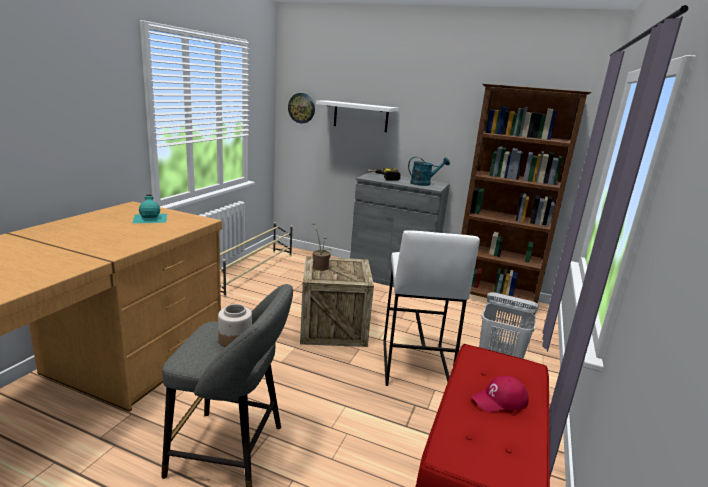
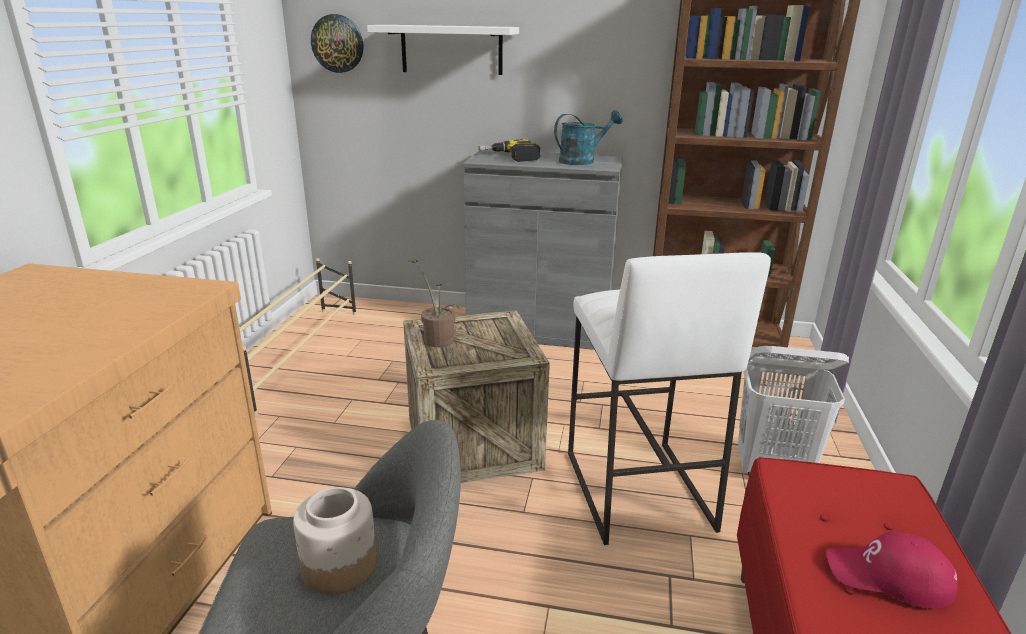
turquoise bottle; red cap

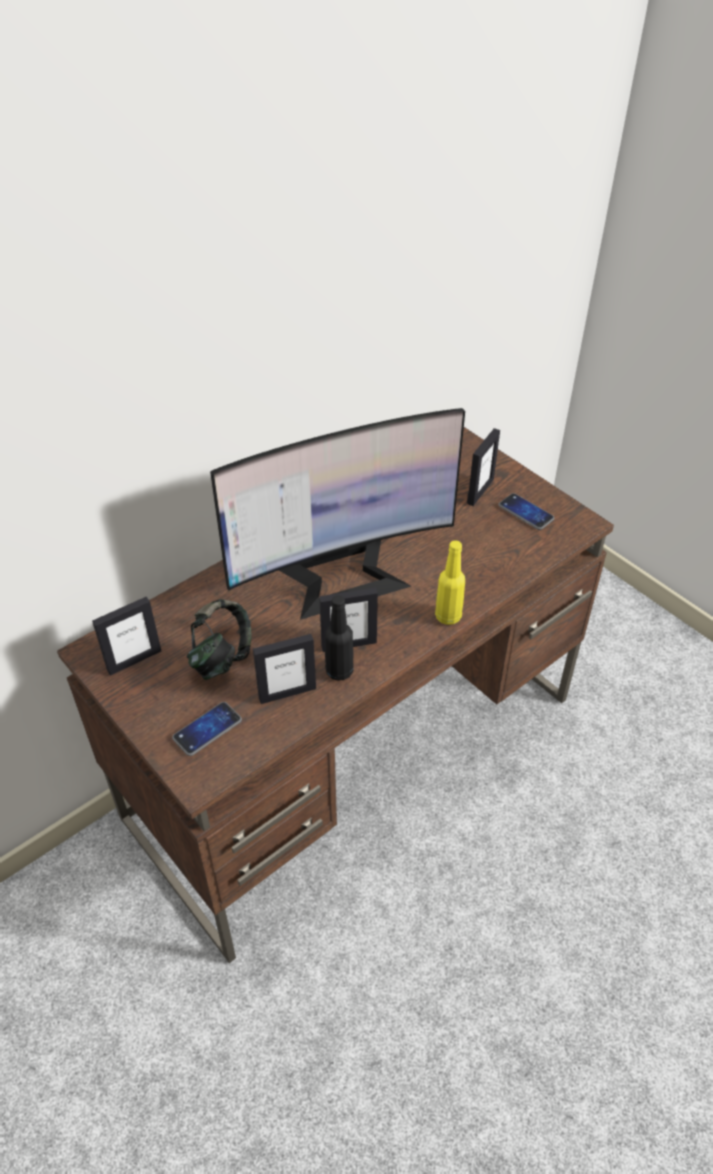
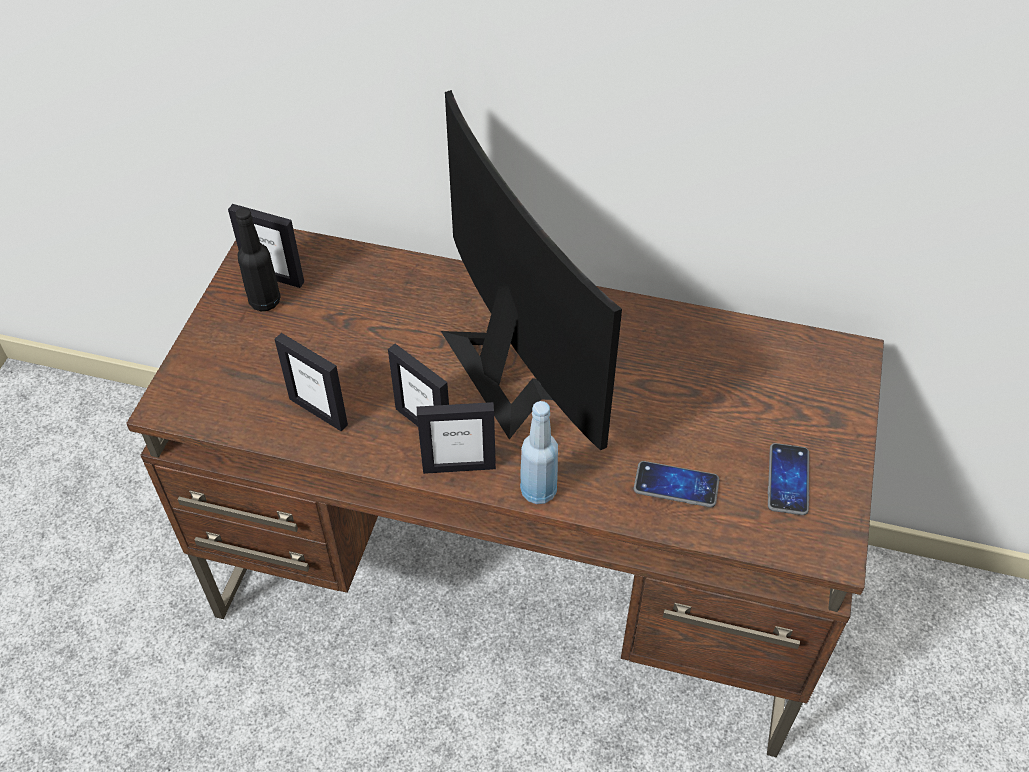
phone (no. 1 from left); headphones; monitor; black bottle; blue bottle; picture frame (no. 4 from left)

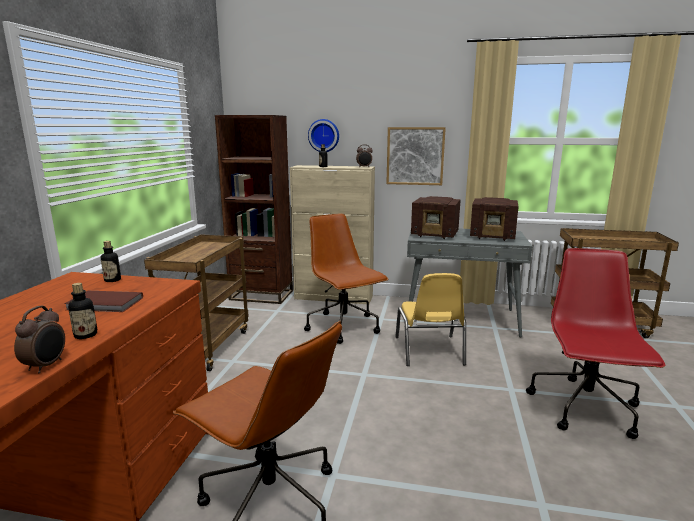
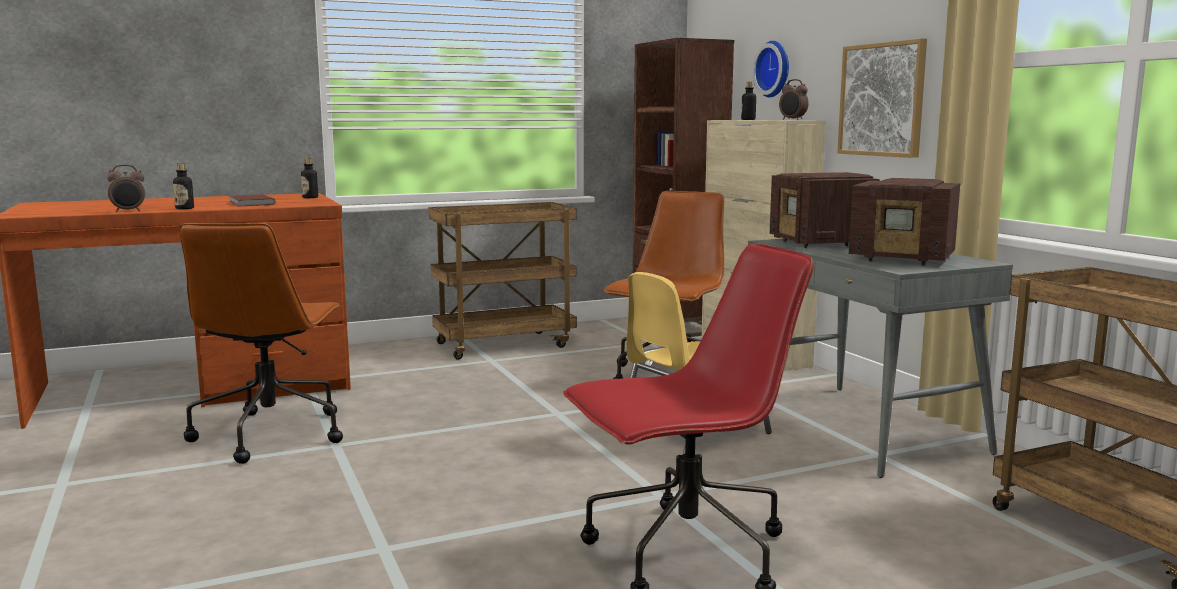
radio (no. 2 from left)

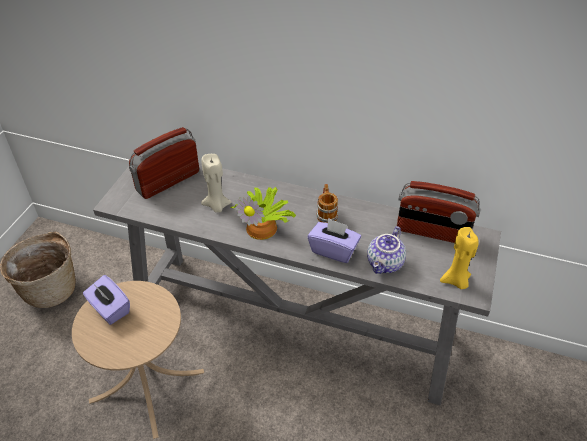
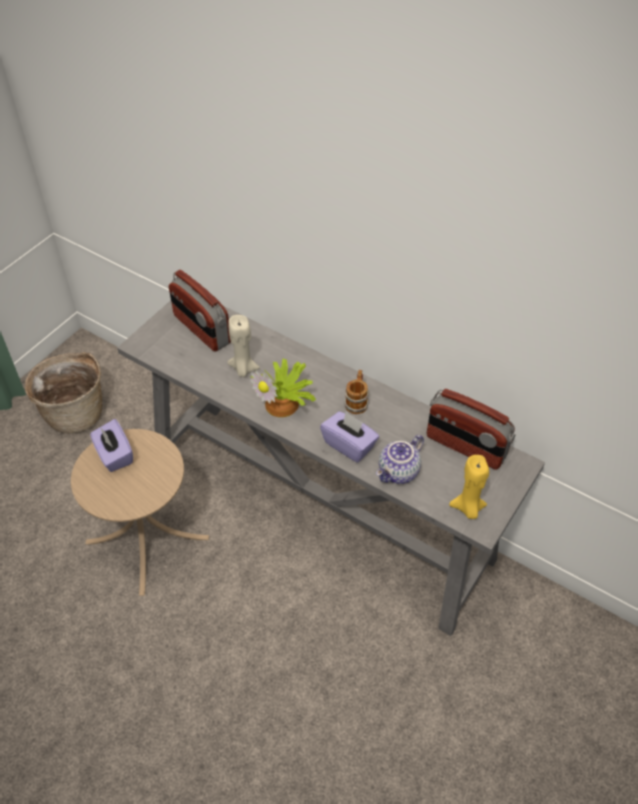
radio (no. 1 from left)

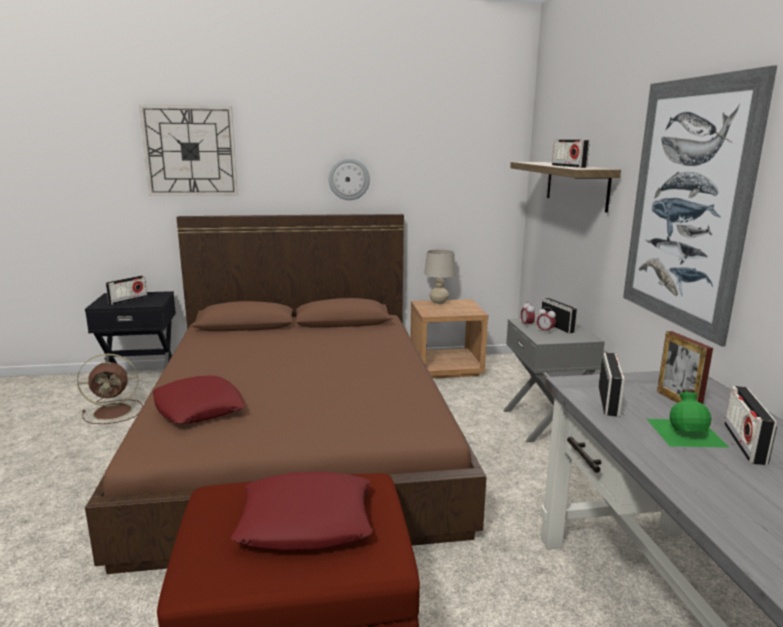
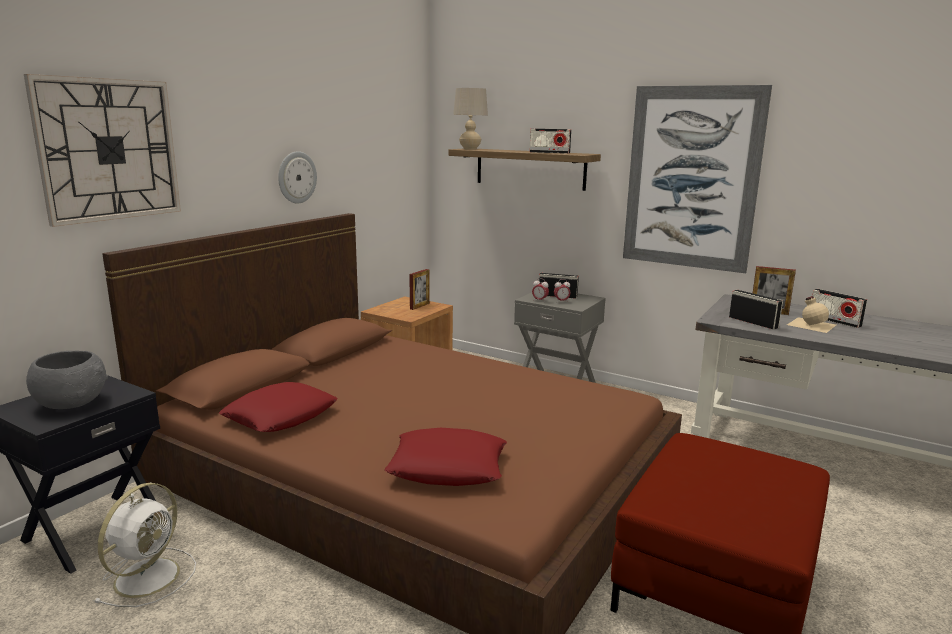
white fan; grey bowl; red pillow (no. 1 from left); beige table lamp; beige bottle; picture frame (no. 1 from left)

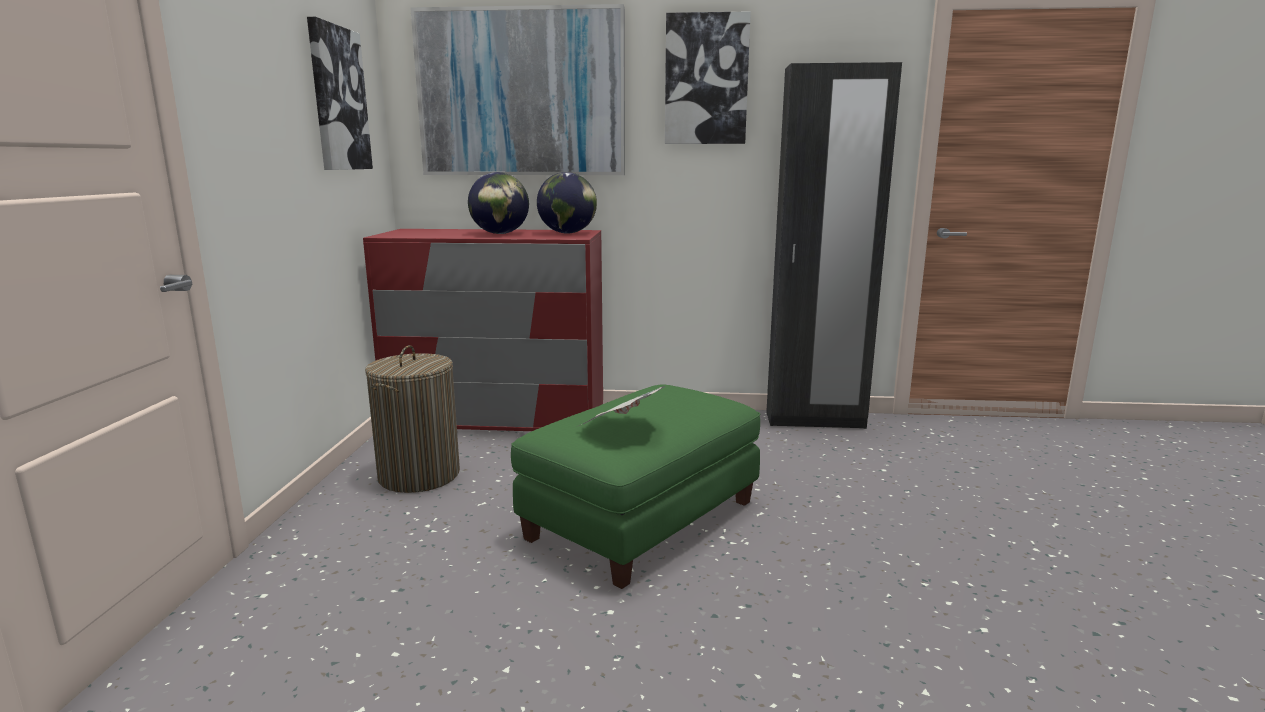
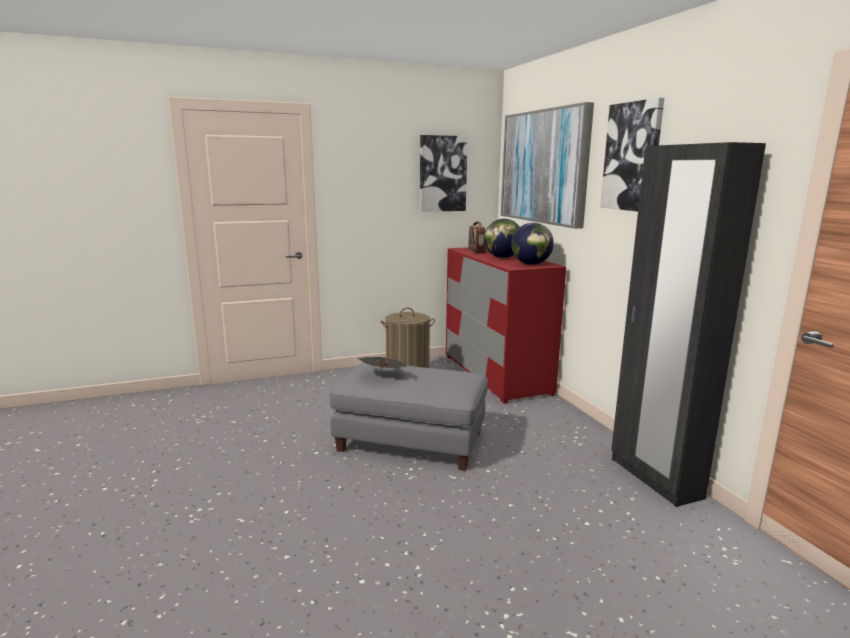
grey ottoman; radio

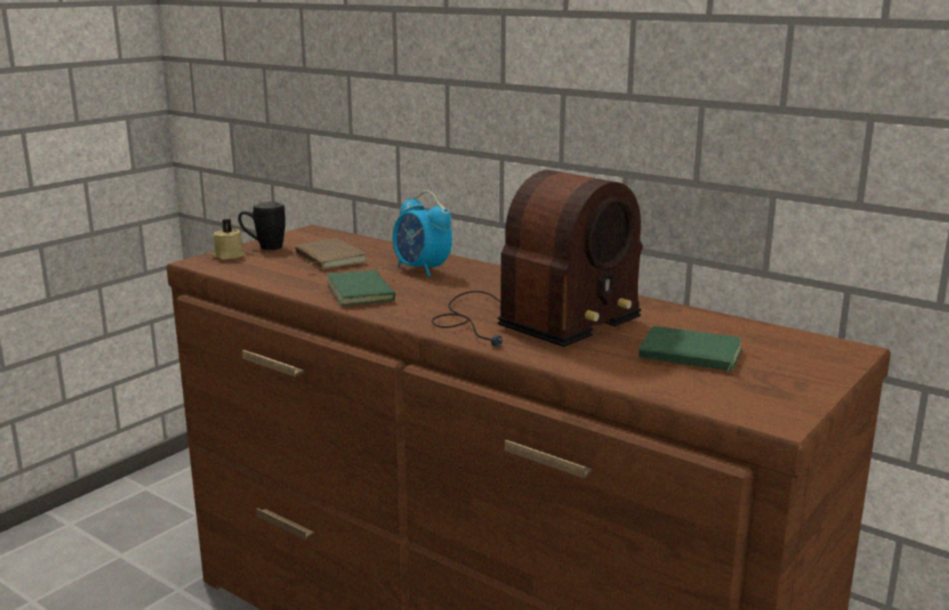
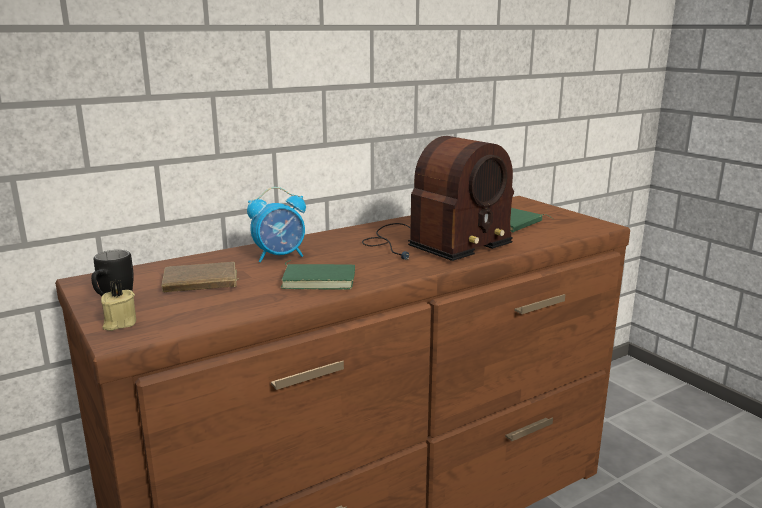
radio

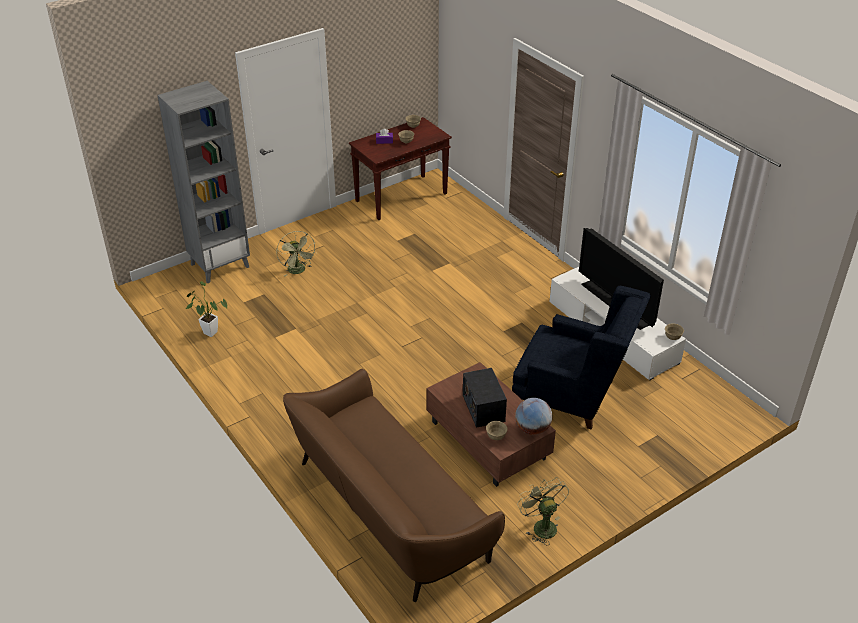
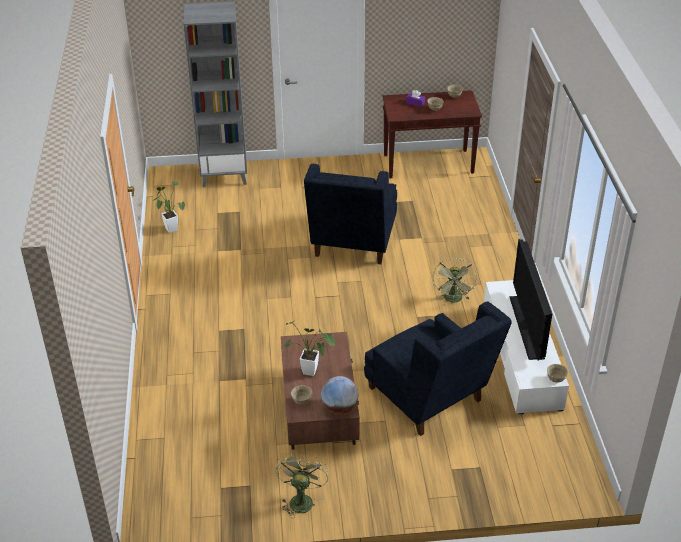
green fan (no. 2 from left); brown sofa; potted plant (no. 2 from left); blue armchair (no. 1 from left)

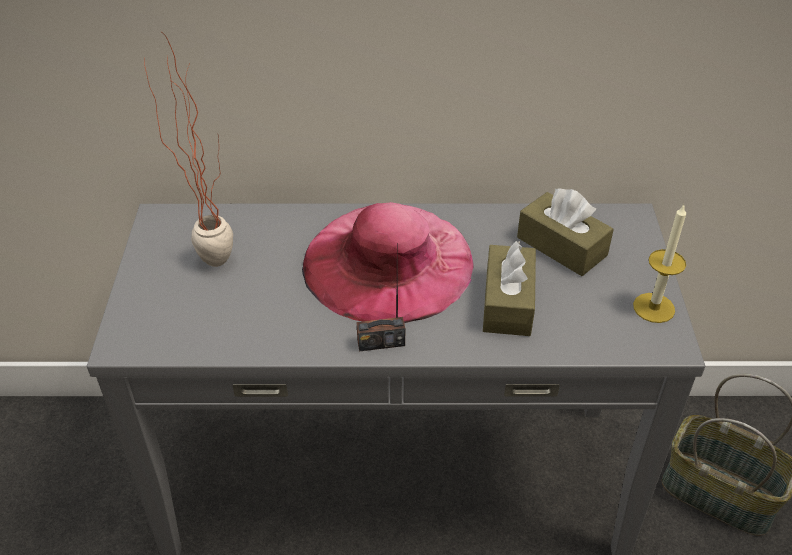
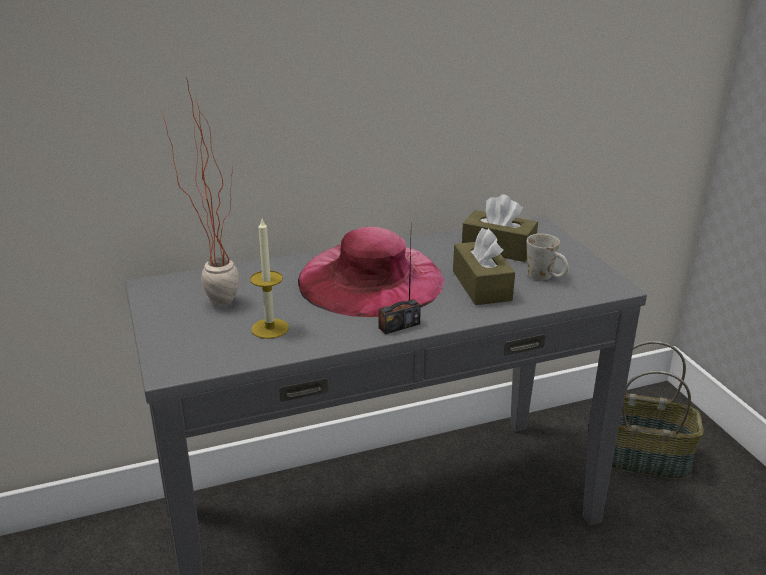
candle; white mug

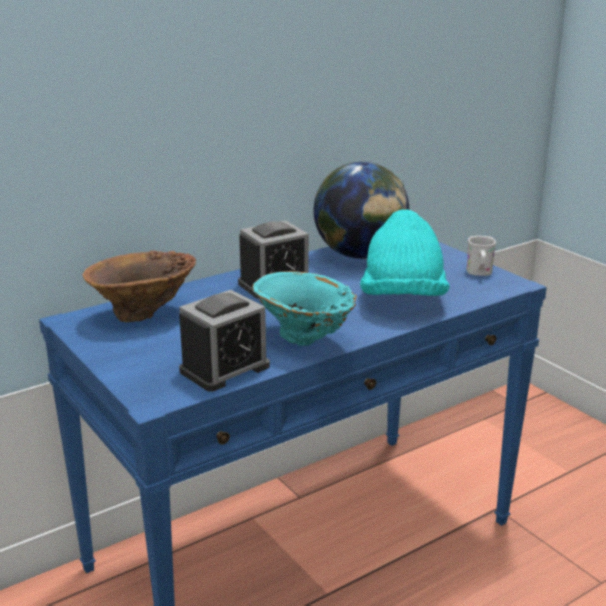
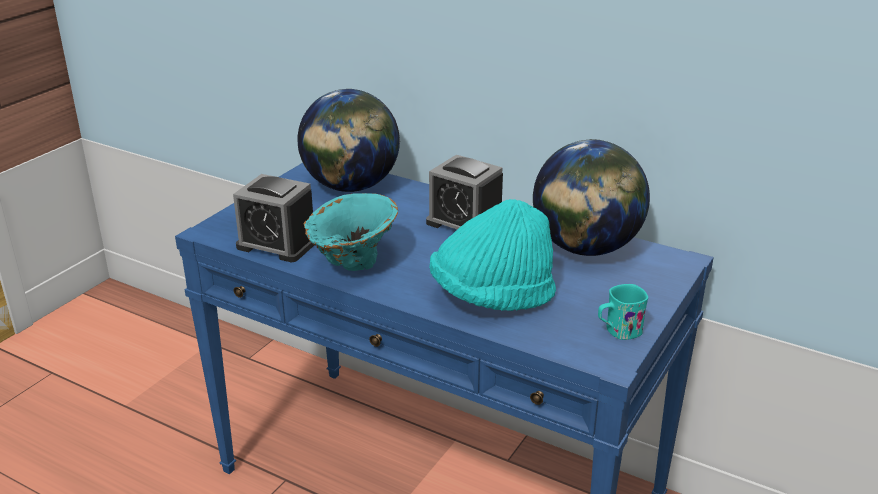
globe (no. 1 from left); turquoise mug

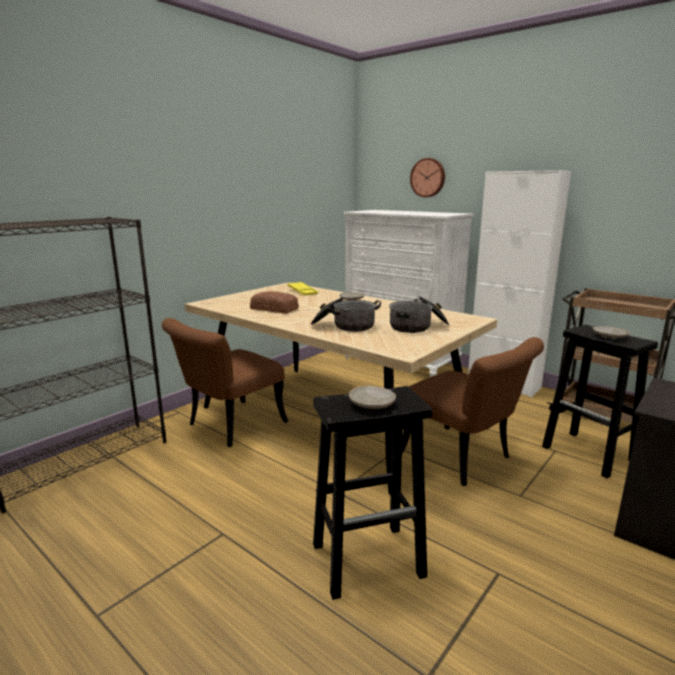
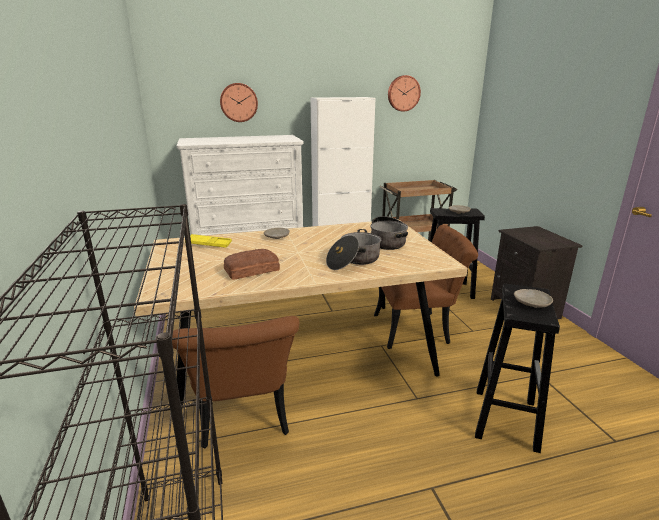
wall clock (no. 2 from left)

